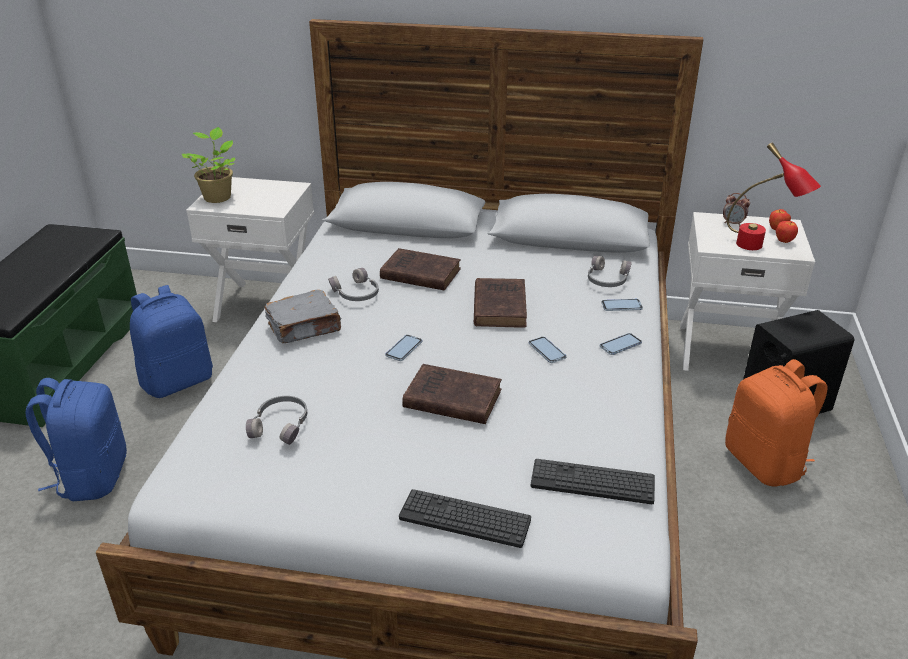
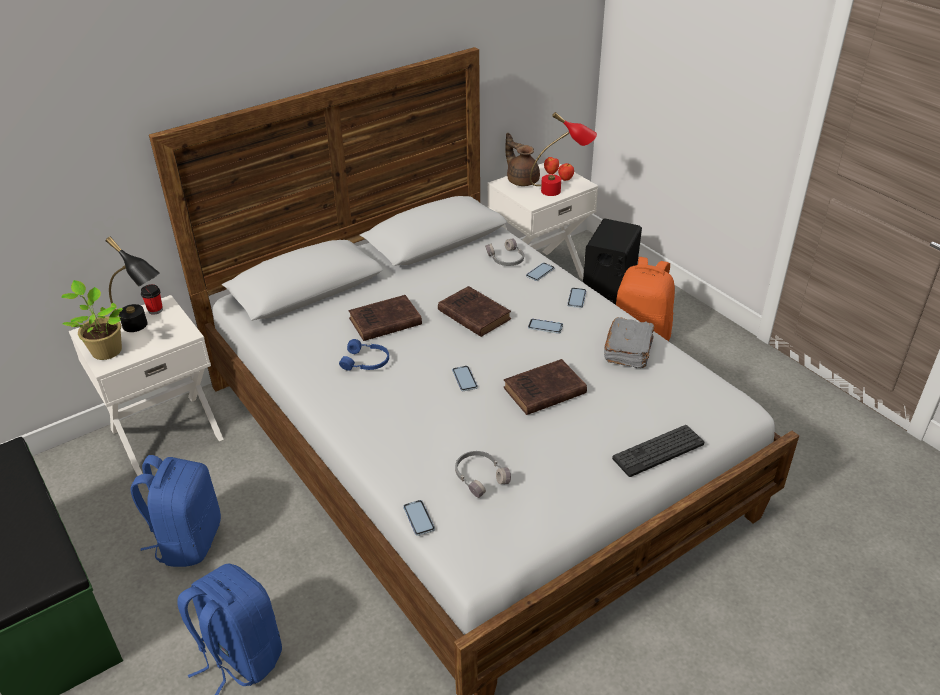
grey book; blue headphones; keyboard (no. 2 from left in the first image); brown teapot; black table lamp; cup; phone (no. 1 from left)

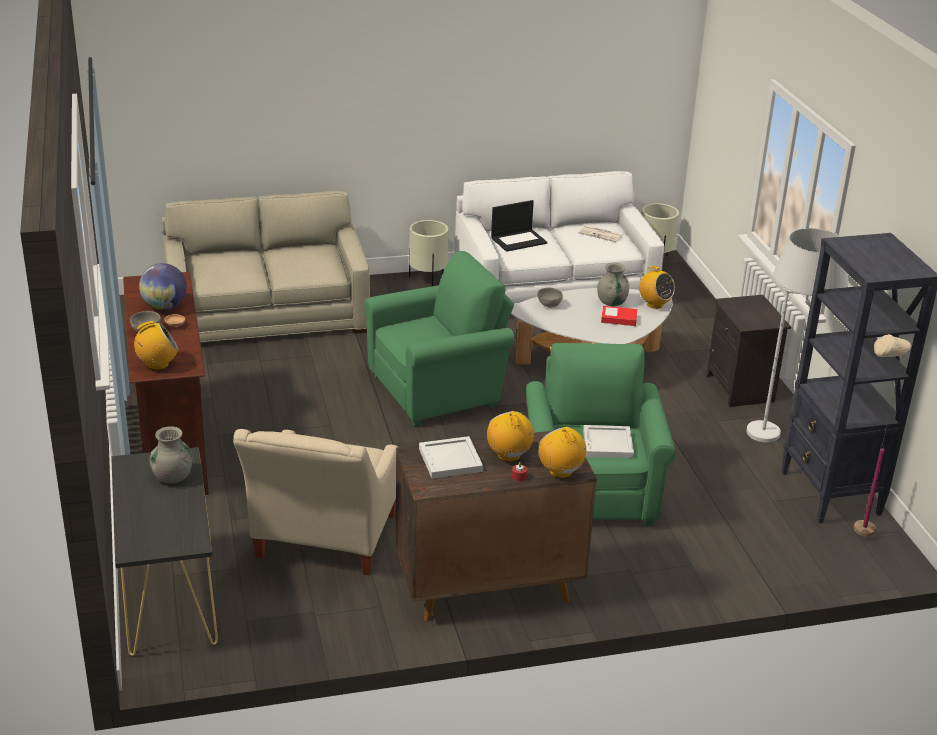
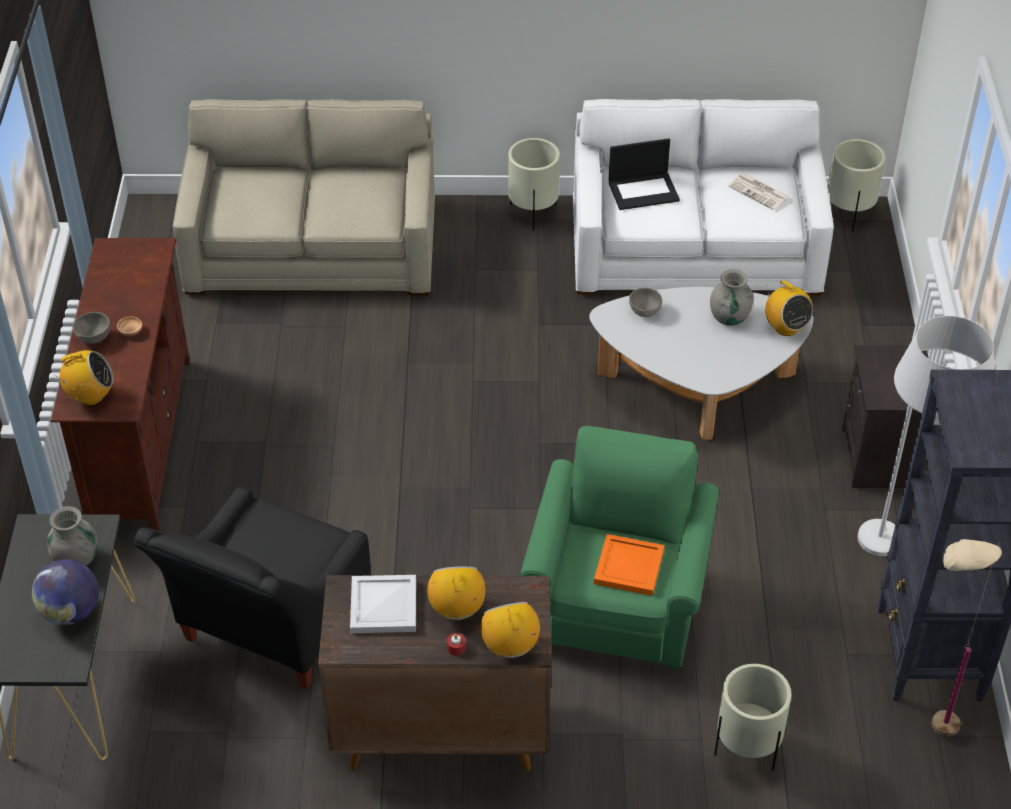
globe; black armchair; green armchair (no. 1 from left in the first image); orange tray; book; beige planter (no. 2 from left)

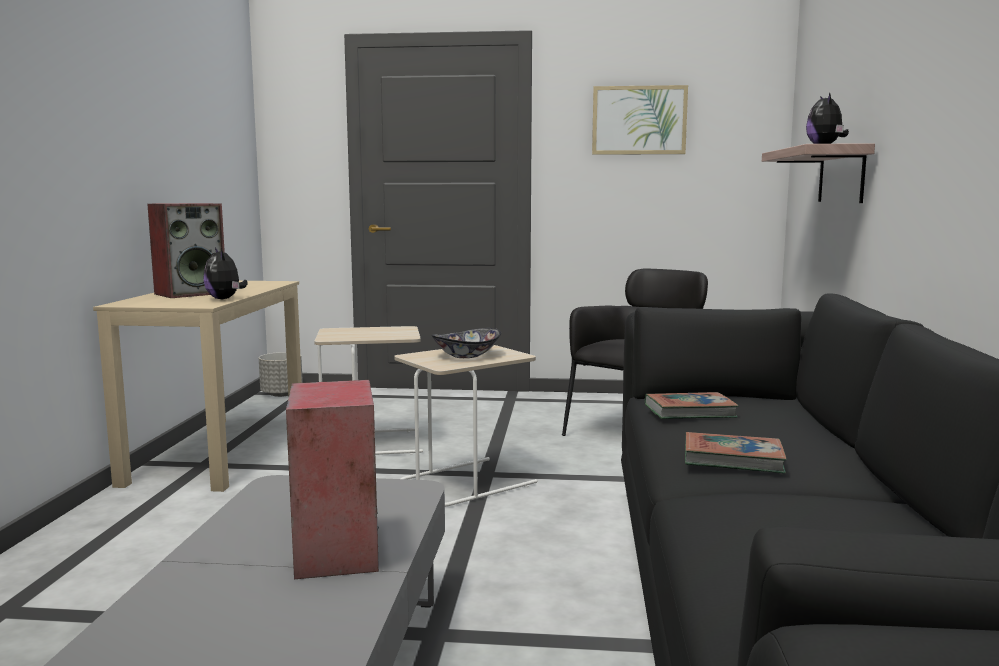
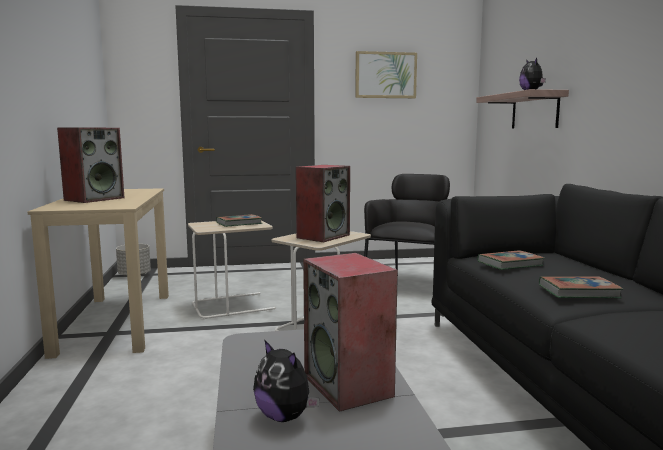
plush toy (no. 1 from left); speaker (no. 2 from left); book (no. 1 from left)

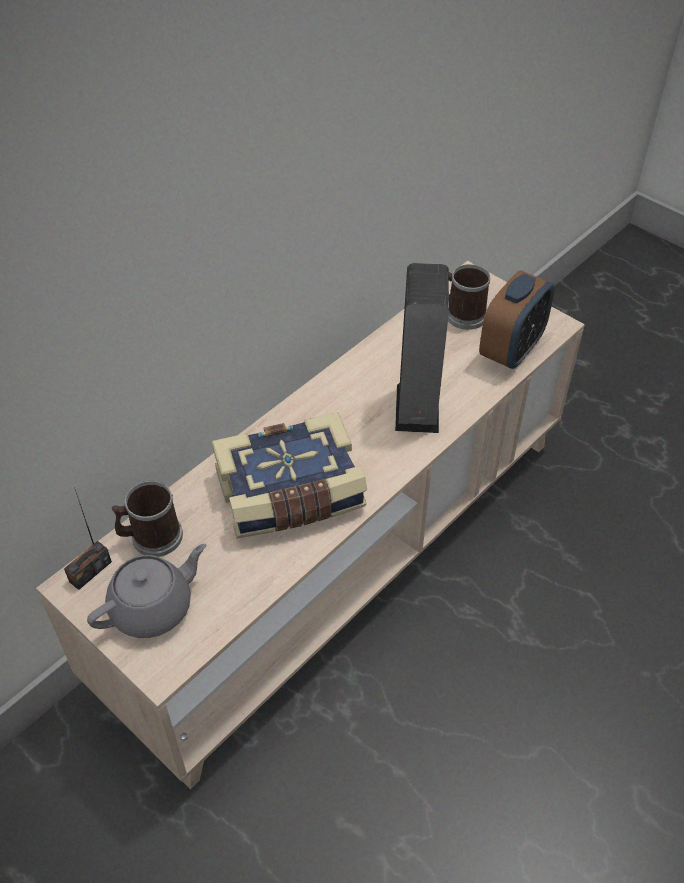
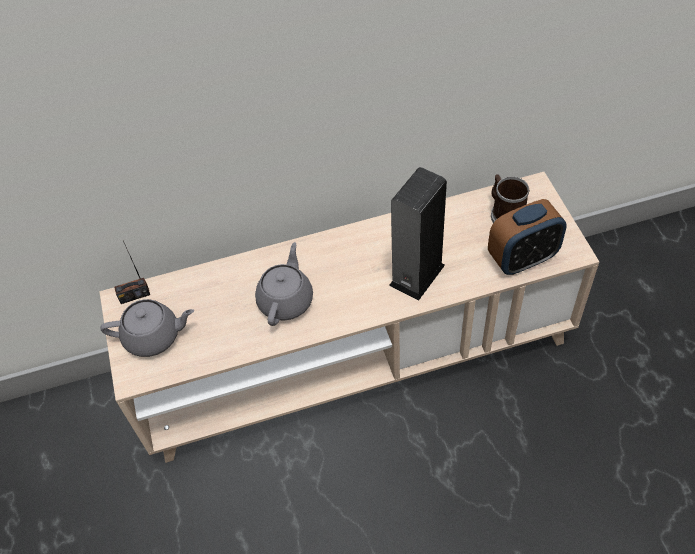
mug (no. 1 from left in the first image); grey teapot (no. 2 from left)

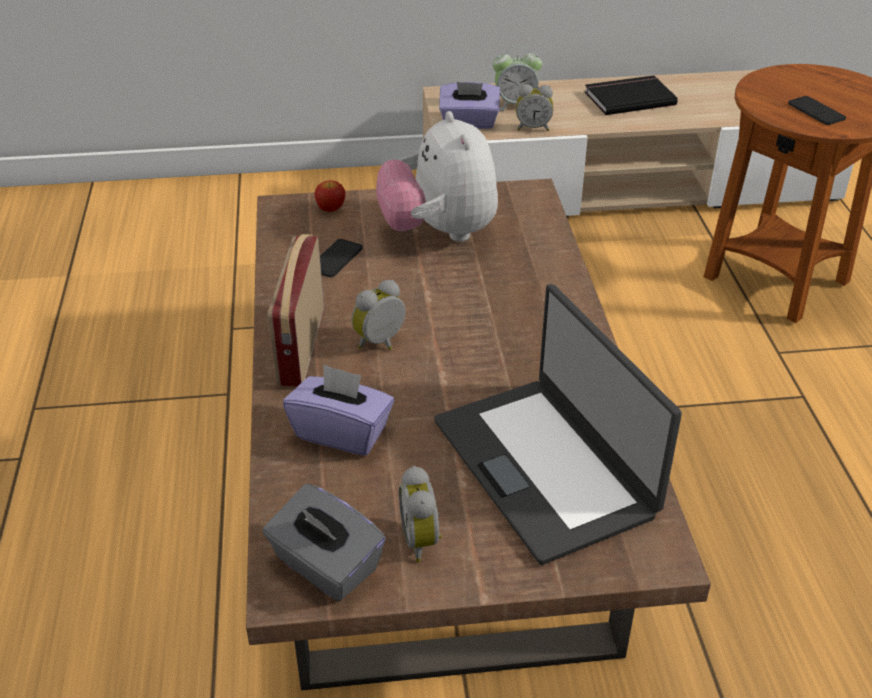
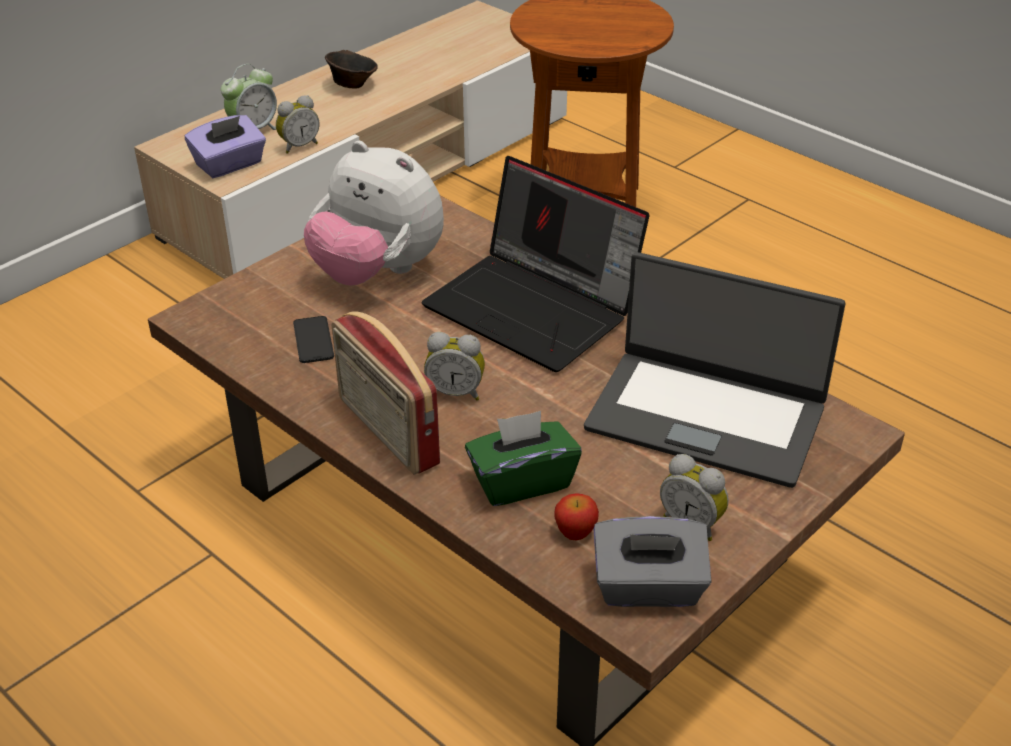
green tissue box; apple; alarm clock (no. 3 from left); brown bowl; phone (no. 2 from left in the first image); laptop (no. 1 from left)

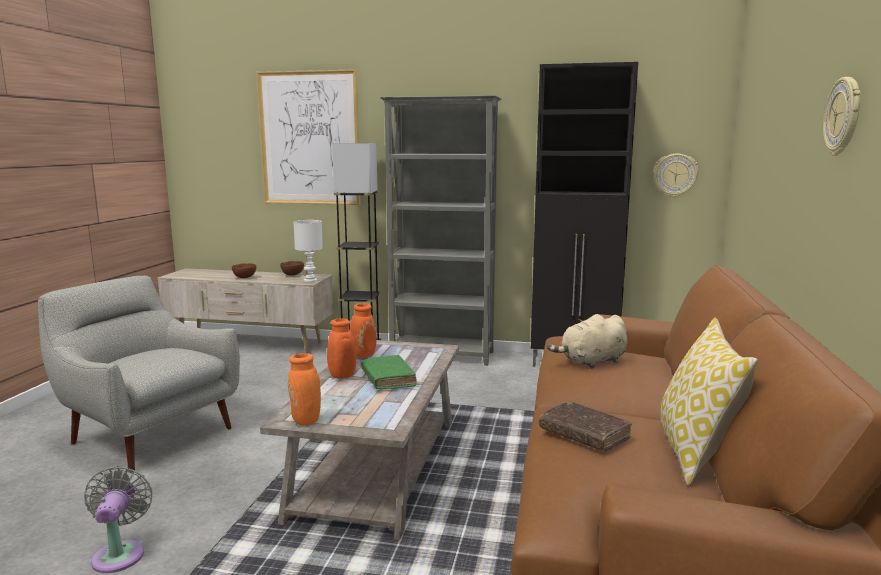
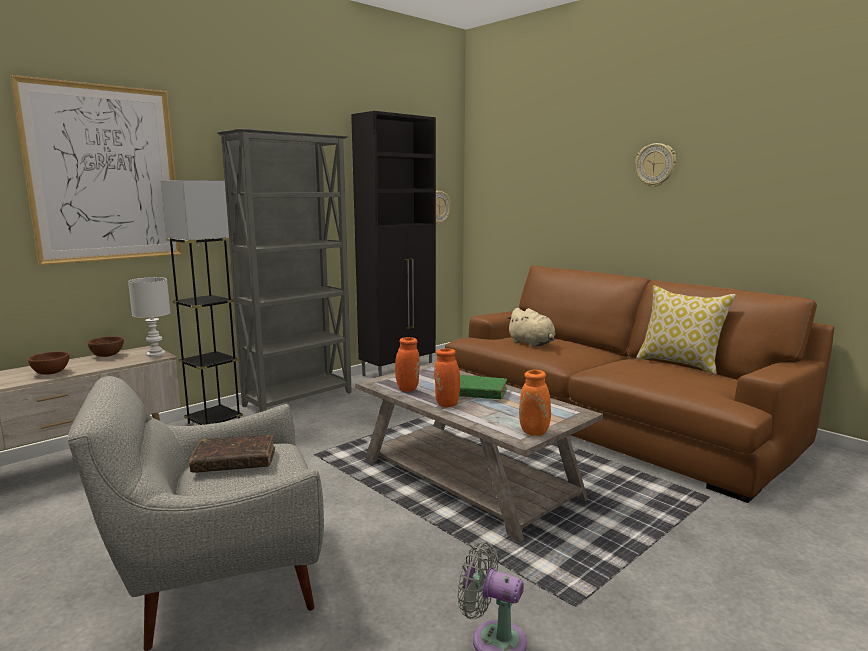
brown book; beige plush toy

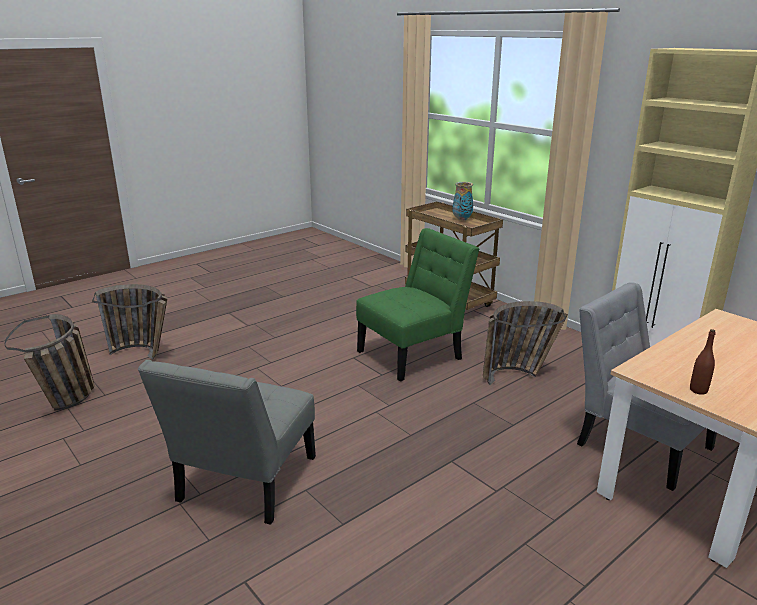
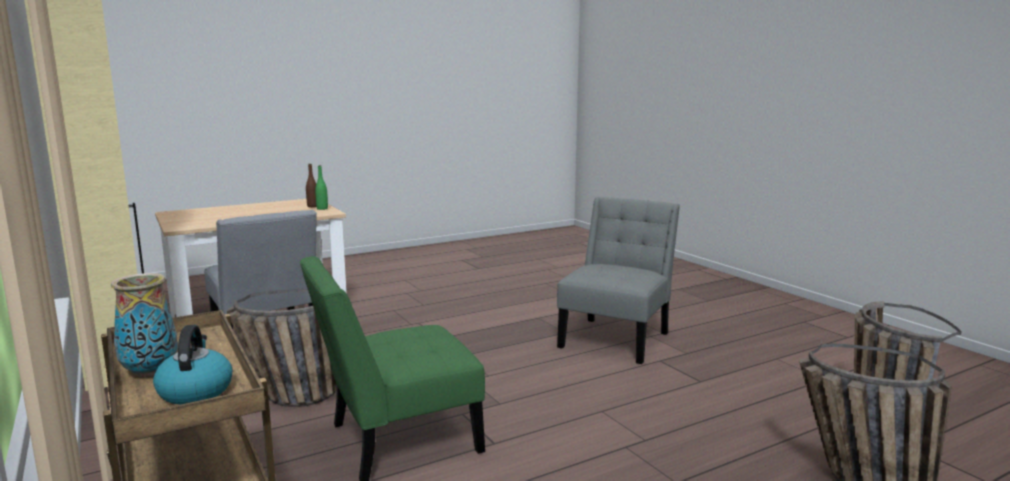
kettle; green bottle

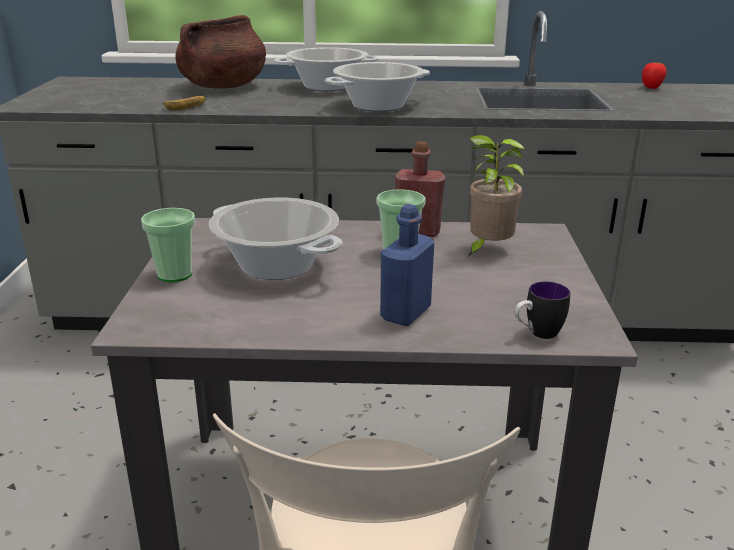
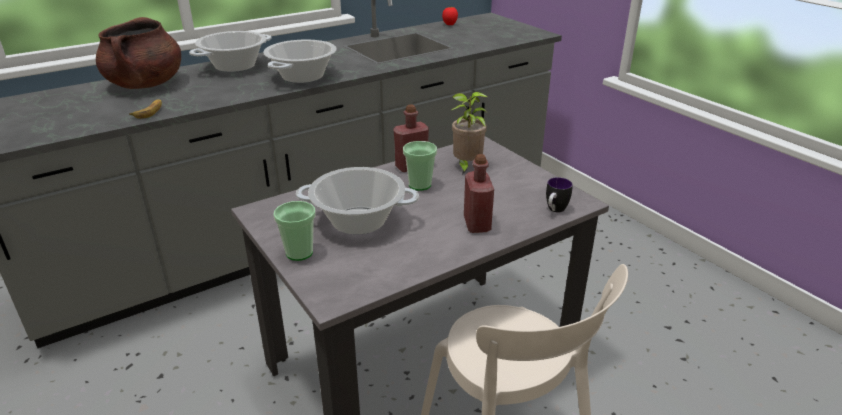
red bottle (no. 2 from left)

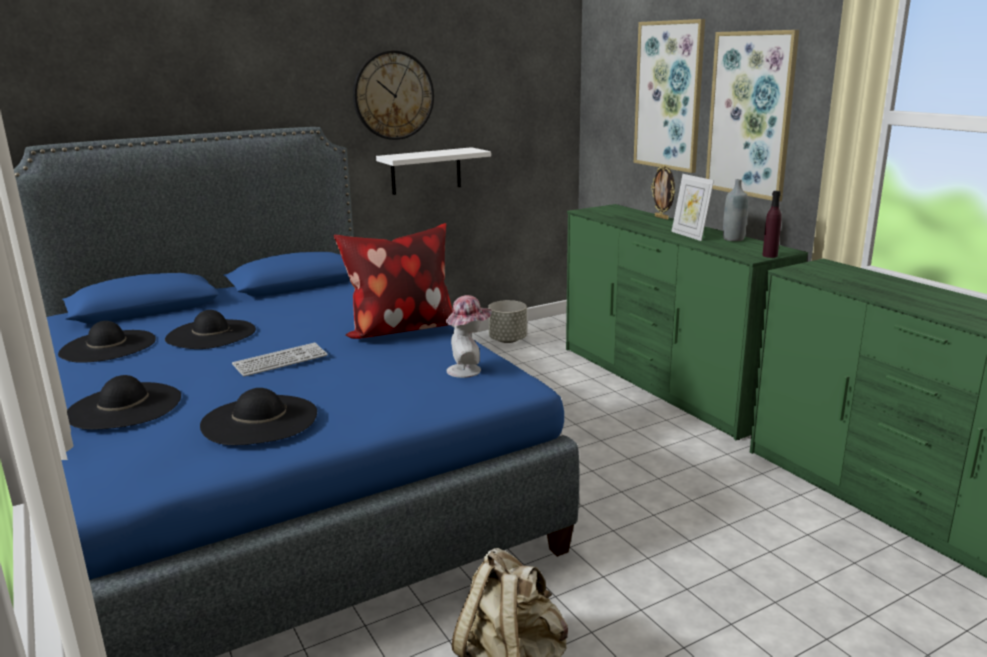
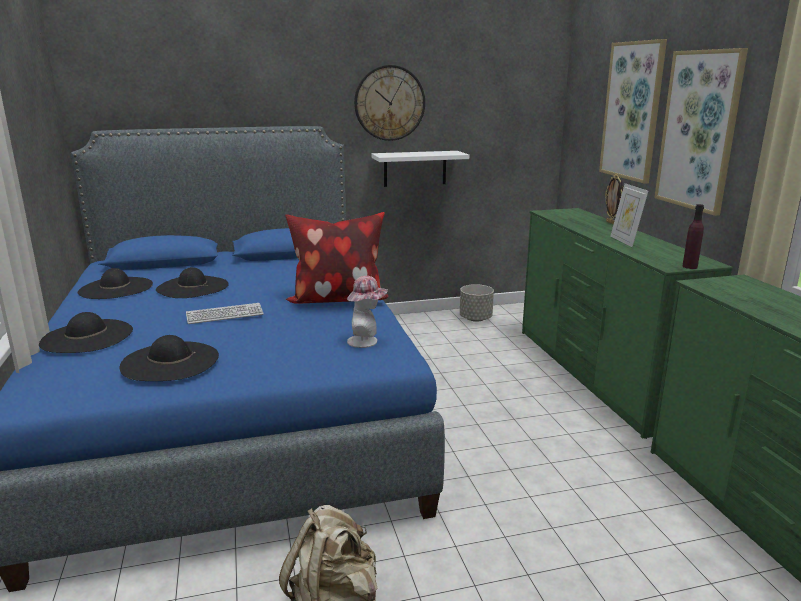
grey bottle

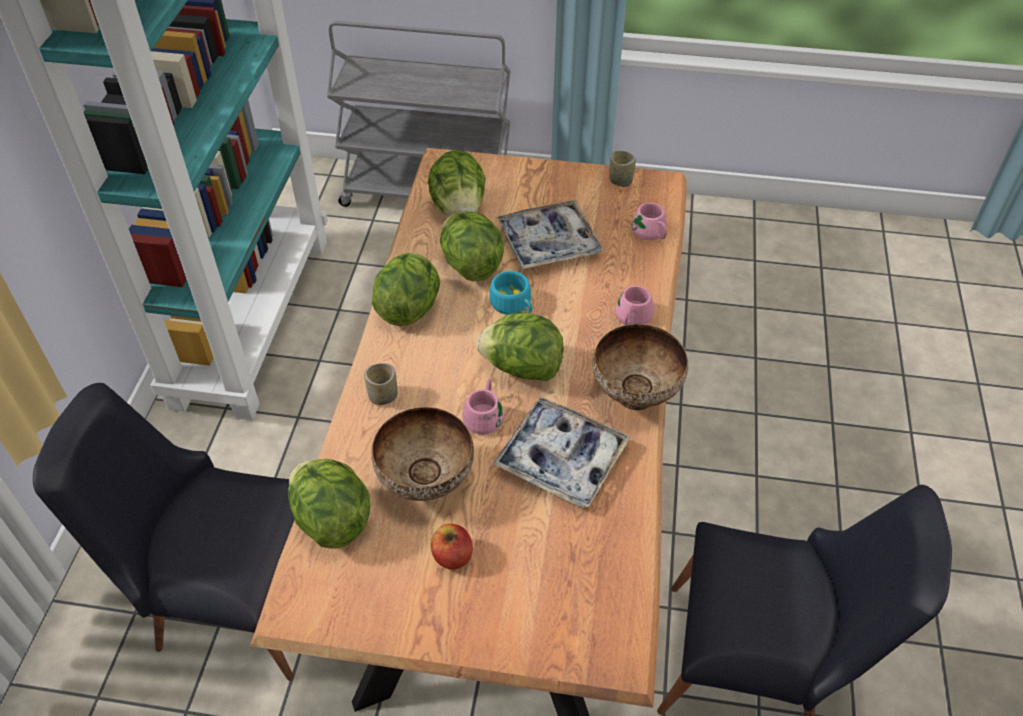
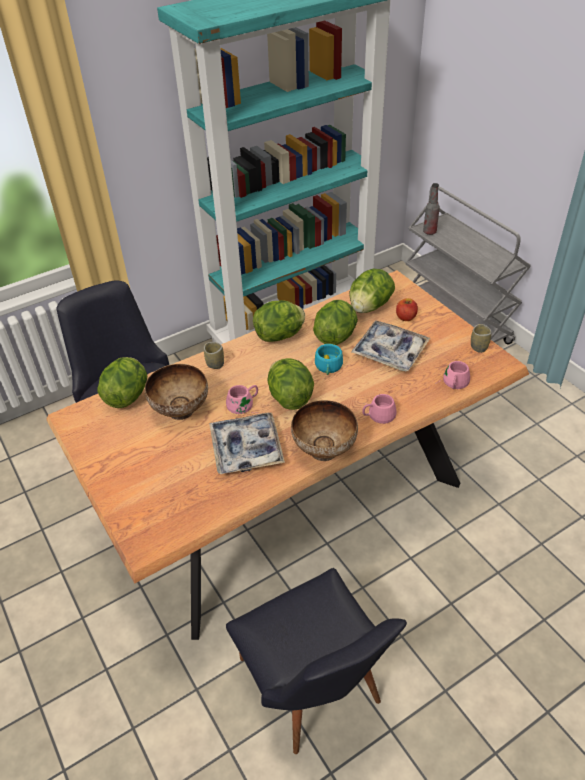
apple; bottle

